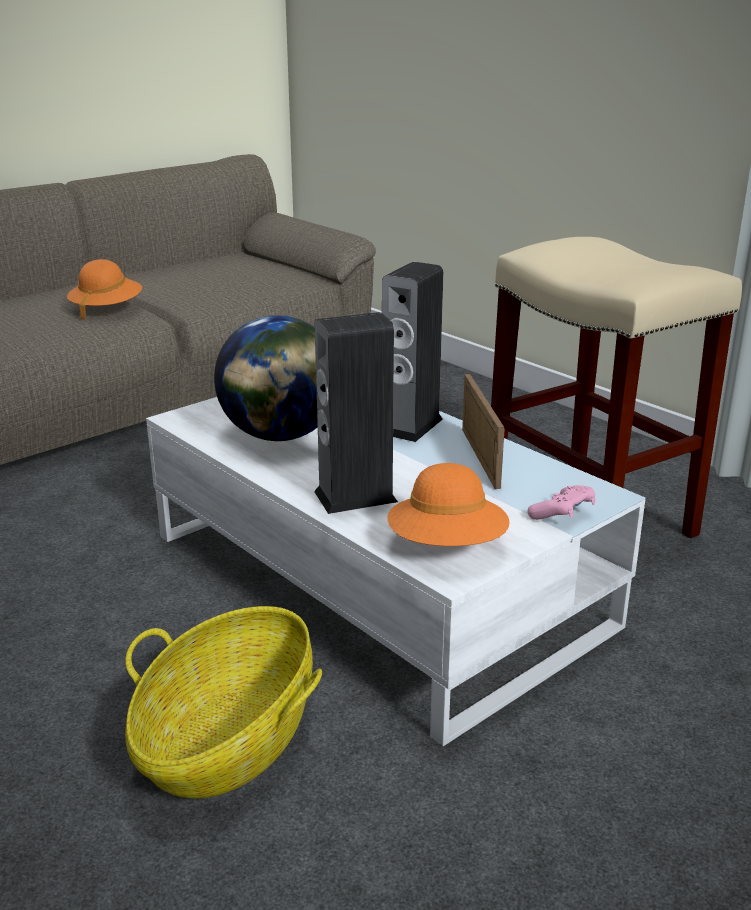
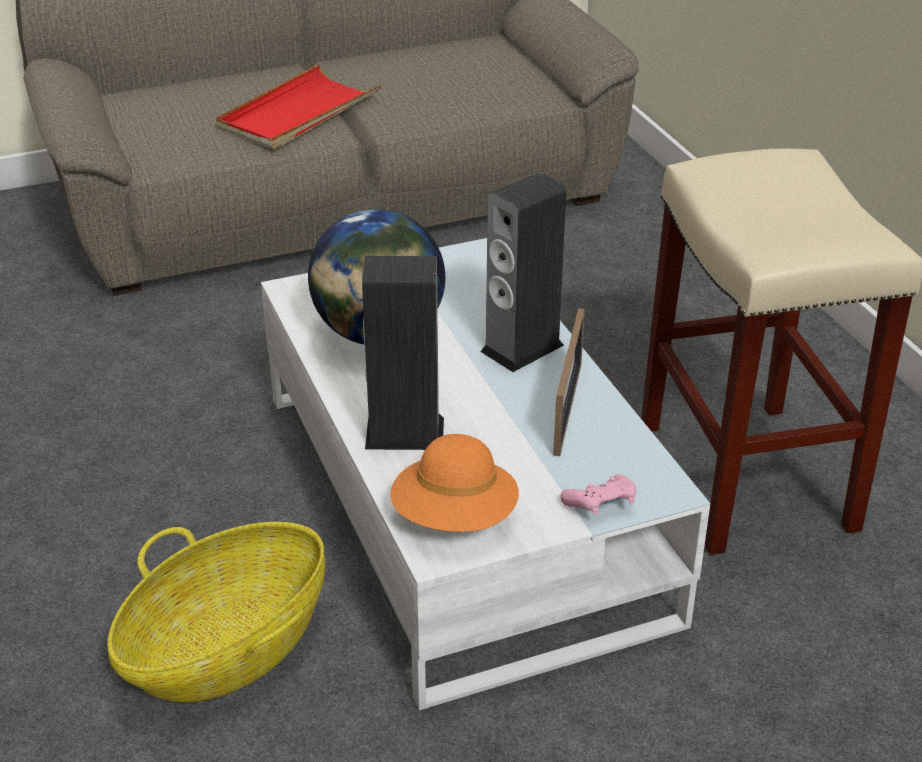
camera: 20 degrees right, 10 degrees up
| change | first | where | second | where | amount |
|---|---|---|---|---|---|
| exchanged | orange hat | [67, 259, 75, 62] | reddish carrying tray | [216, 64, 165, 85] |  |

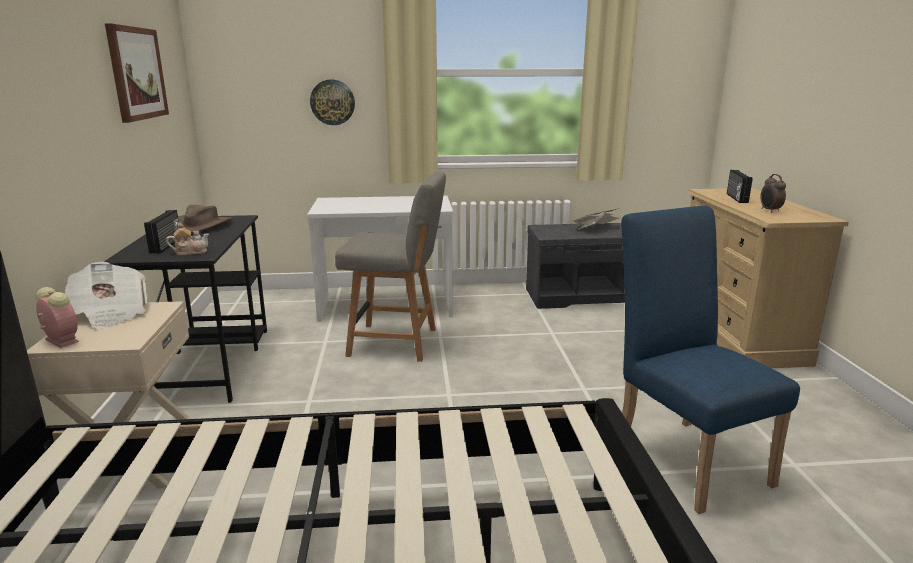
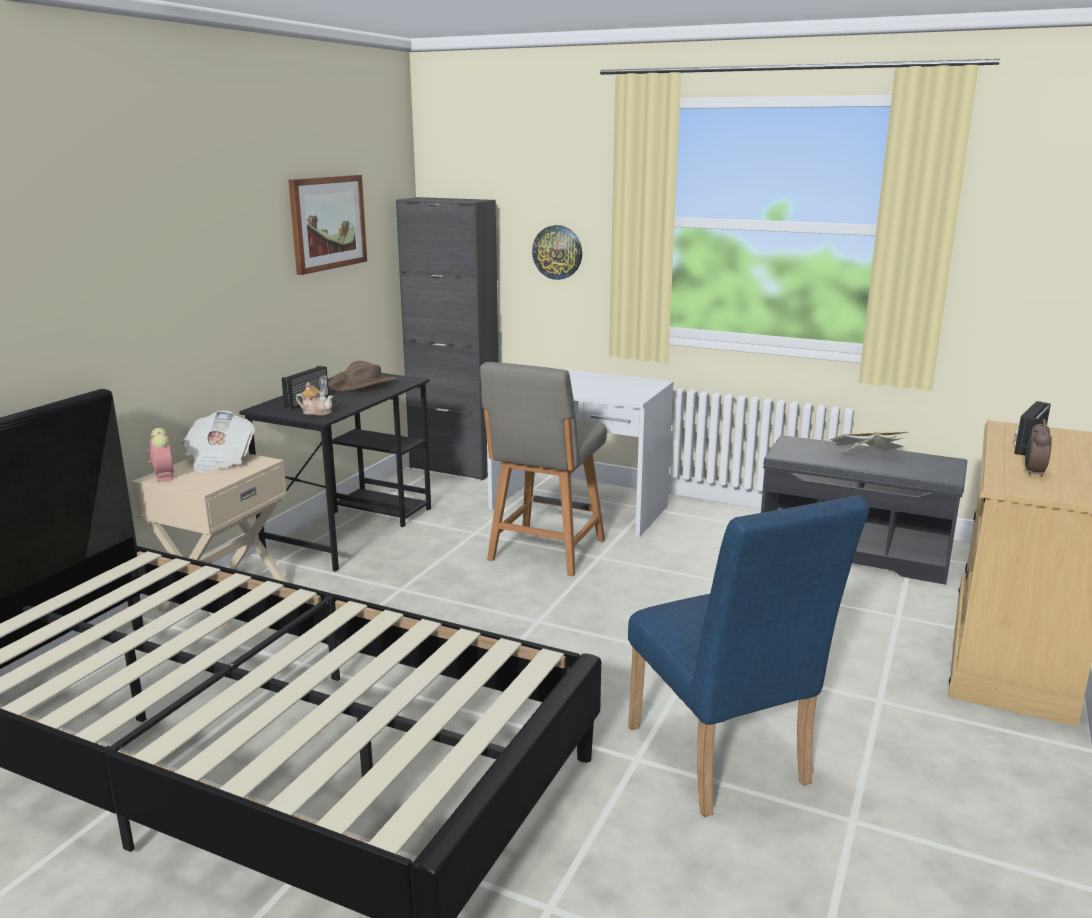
camera: 30 degrees right, 0 degrees up
| change | first | where | second | where | amount |
|---|---|---|---|---|---|
| spun | gray upright chair | [335, 172, 111, 190] |  | [480, 362, 127, 214] | 75 degrees clockwise |
| spun | bluish upright chair | [621, 205, 179, 309] |  | [628, 496, 241, 321] | 150 degrees clockwise |
| appeared |  |  | blackish cabinet | [396, 197, 102, 284] |  |

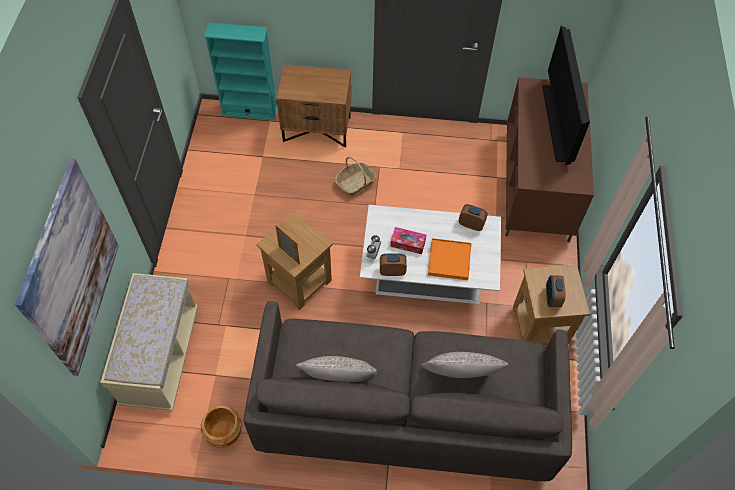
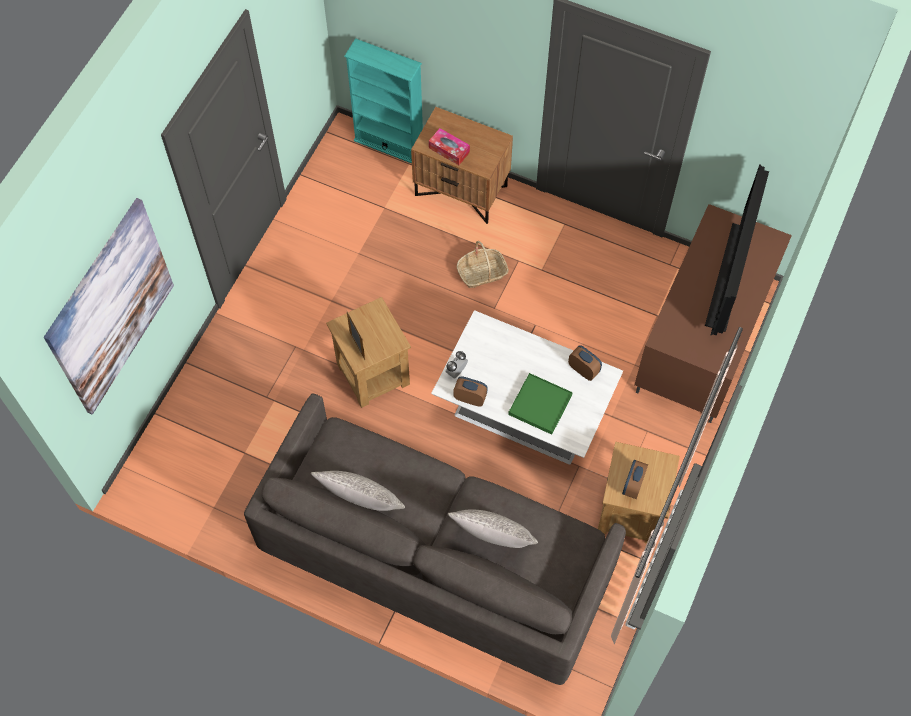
camera: 20 degrees right, 5 degrees up
| change | first | where | second | where | amount |
|---|---|---|---|---|---|
| missing | beige bench | [100, 273, 98, 138] |  |  |  |
| missing | brownish planter | [201, 406, 41, 42] |  |  |  |
| relocated | tissue box | [390, 227, 36, 27] |  | [429, 128, 41, 37] |  |
| colour | orange carrying tray | [428, 238, 43, 42] | greenish carrying tray | [508, 373, 65, 62] |  |

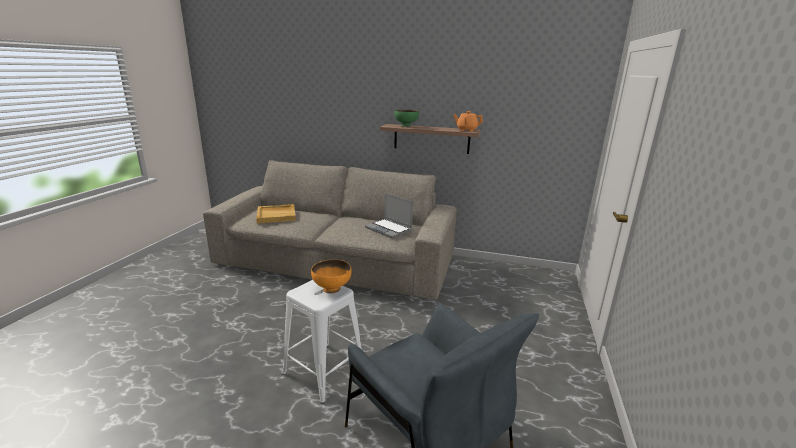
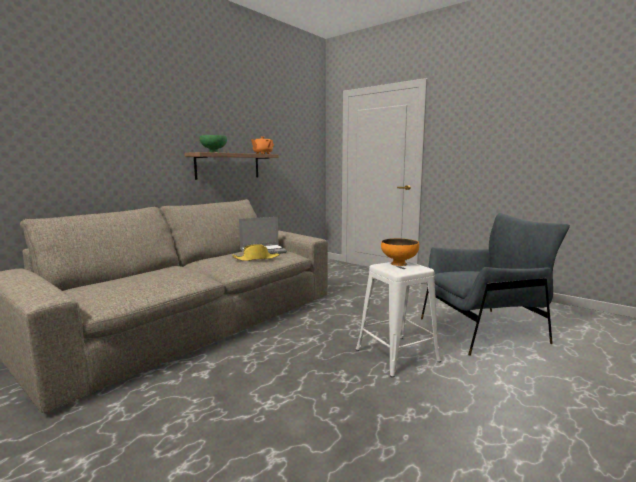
camera: 65 degrees left, 10 degrees down
| change | first | where | second | where | amount |
|---|---|---|---|---|---|
| missing | beige carrying tray | [256, 204, 40, 19] |  |  |  |
| appeared |  |  | yellow hat | [232, 244, 48, 17] |  |

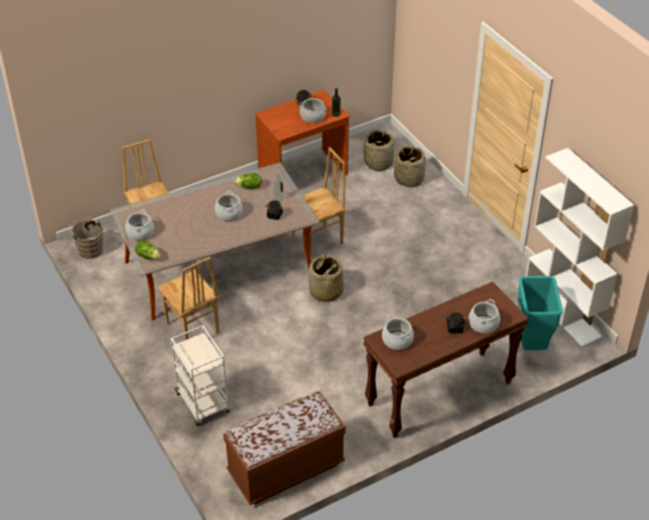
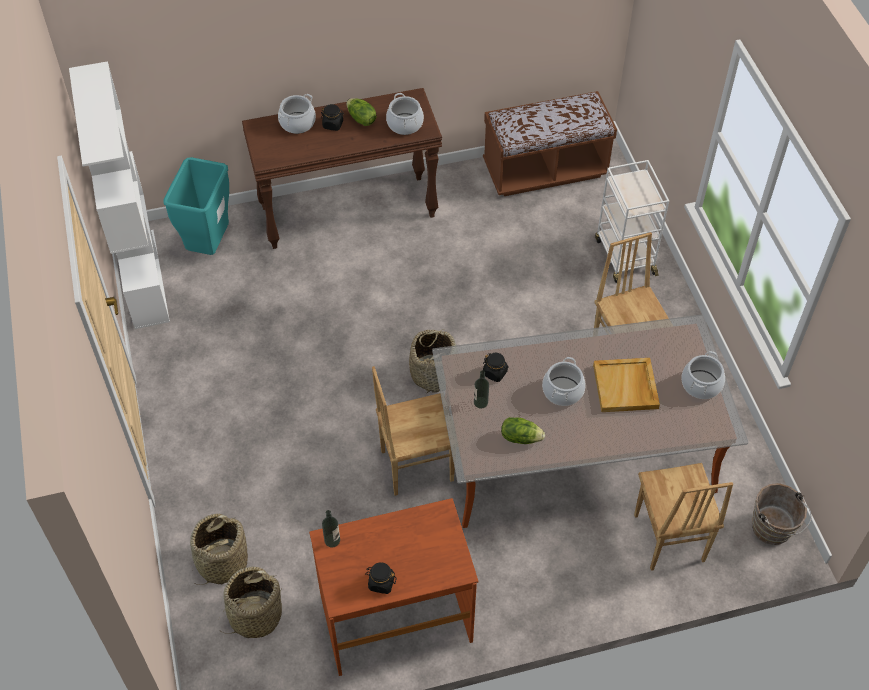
camera: 165 degrees left, 10 degrees up
| change | first | where | second | where | amount |
|---|---|---|---|---|---|
| relocated | head of lettuce | [135, 240, 26, 20] |  | [346, 98, 30, 28] |  |
| missing | cooking pot | [299, 98, 28, 25] |  |  |  |
| appeared |  |  | beige carrying tray | [593, 358, 67, 54] |  |

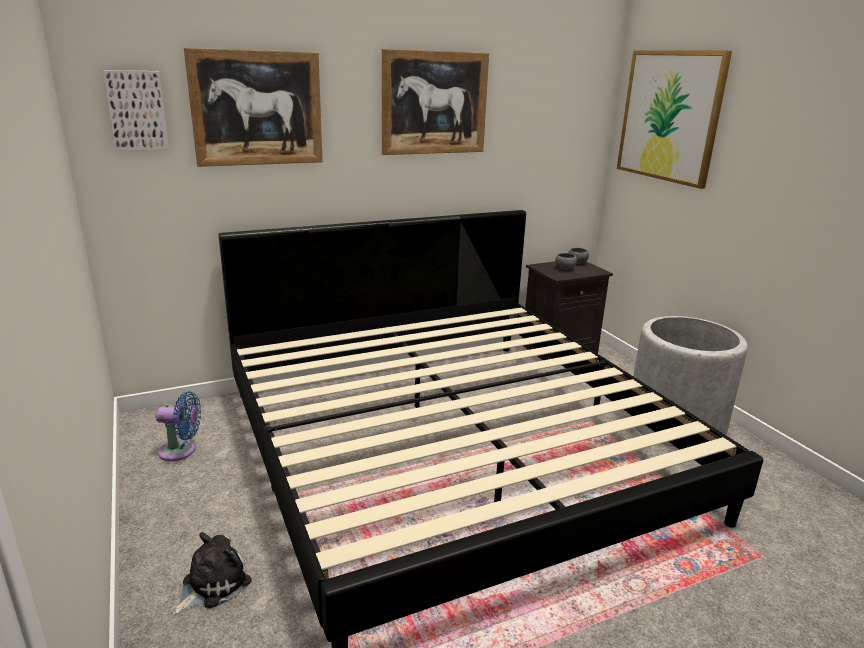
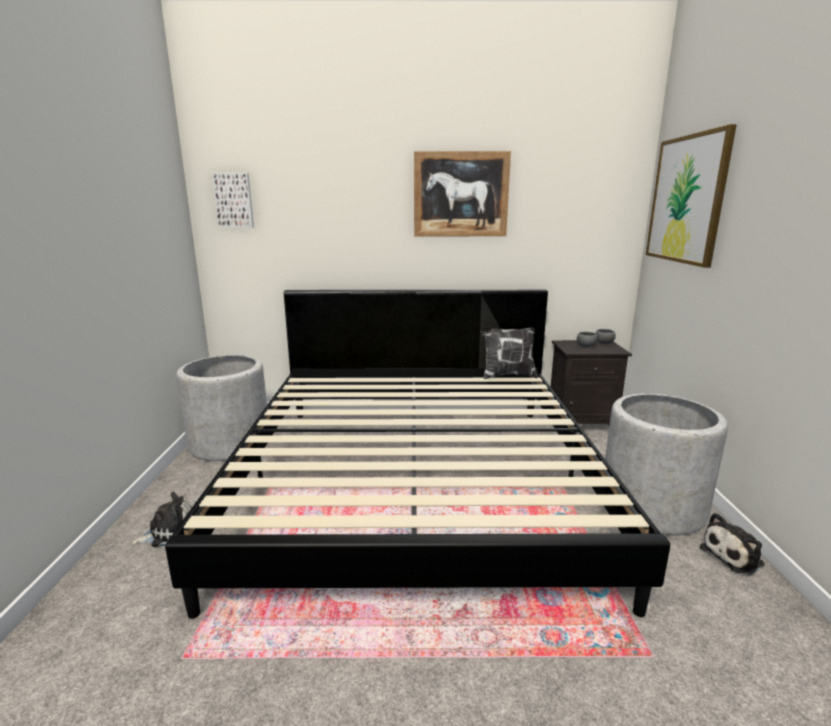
camera: 25 degrees right, 5 degrees down
| change | first | where | second | where | amount |
|---|---|---|---|---|---|
| exchanged | bluish fan | [156, 391, 45, 70] | gray planter | [176, 355, 91, 106] |  |
| missing | wall art | [184, 48, 139, 119] |  |  |  |
| appeared |  |  | cushion | [480, 327, 58, 52] |  |
| appeared |  |  | soft toy | [700, 513, 64, 62] |  |

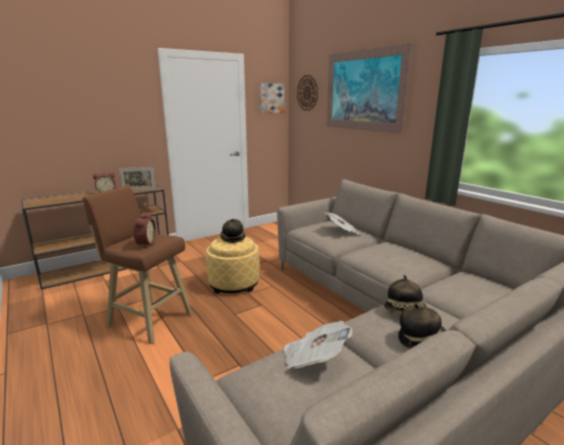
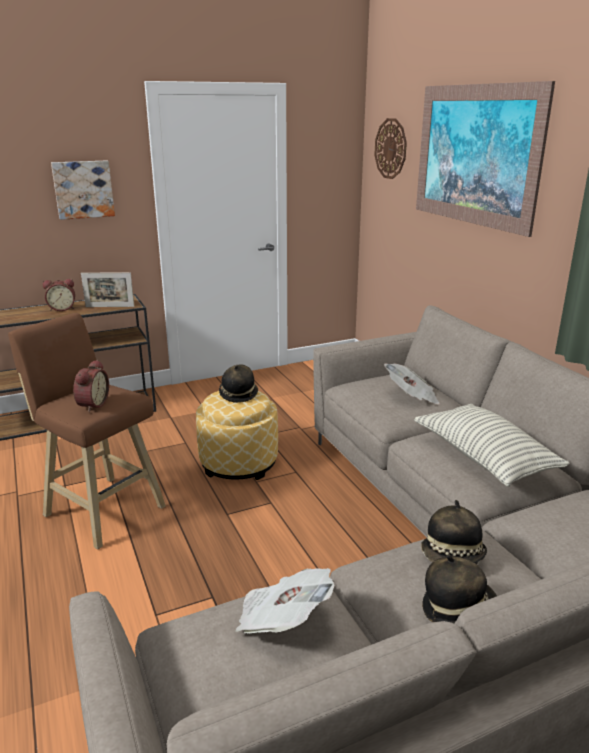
camera: 10 degrees right, 5 degrees up
| change | first | where | second | where | amount |
|---|---|---|---|---|---|
| relocated | wall art | [259, 83, 26, 30] |  | [51, 161, 64, 59] |  |
| appeared |  |  | cushion | [414, 404, 155, 83] |  |

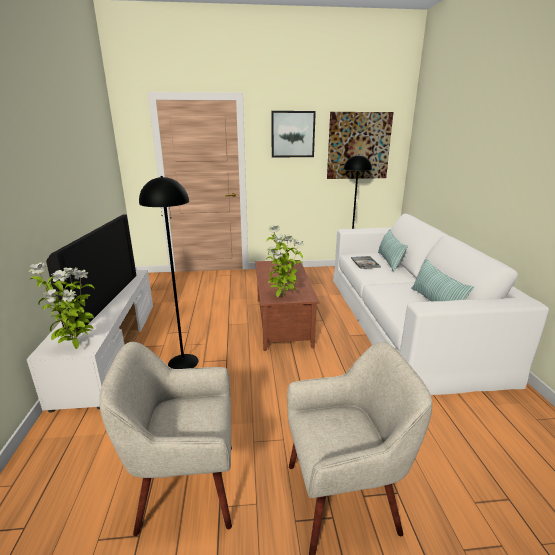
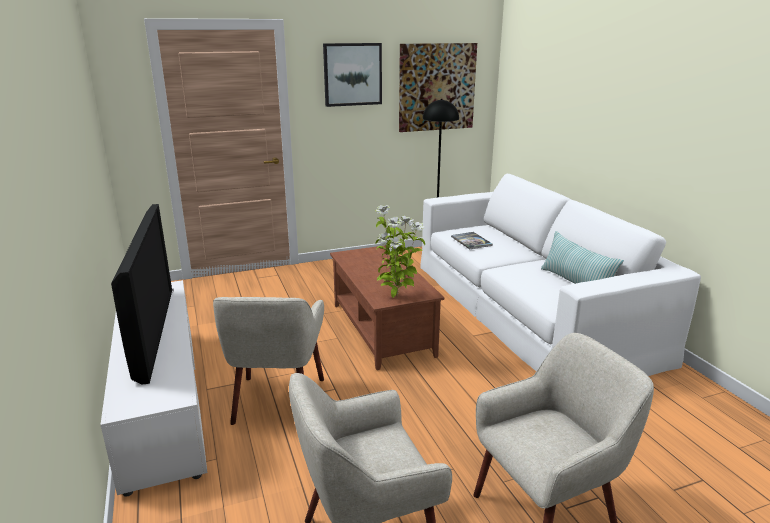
camera: 15 degrees left, 0 degrees up
| change | first | where | second | where | amount |
|---|---|---|---|---|---|
| missing | potted plant | [29, 262, 66, 87] |  |  |  |
| exchanged | blackish standard lamp | [139, 176, 59, 193] | beige armchair | [213, 297, 111, 128] |  |
| missing | cushion | [378, 229, 30, 43] |  |  |  |

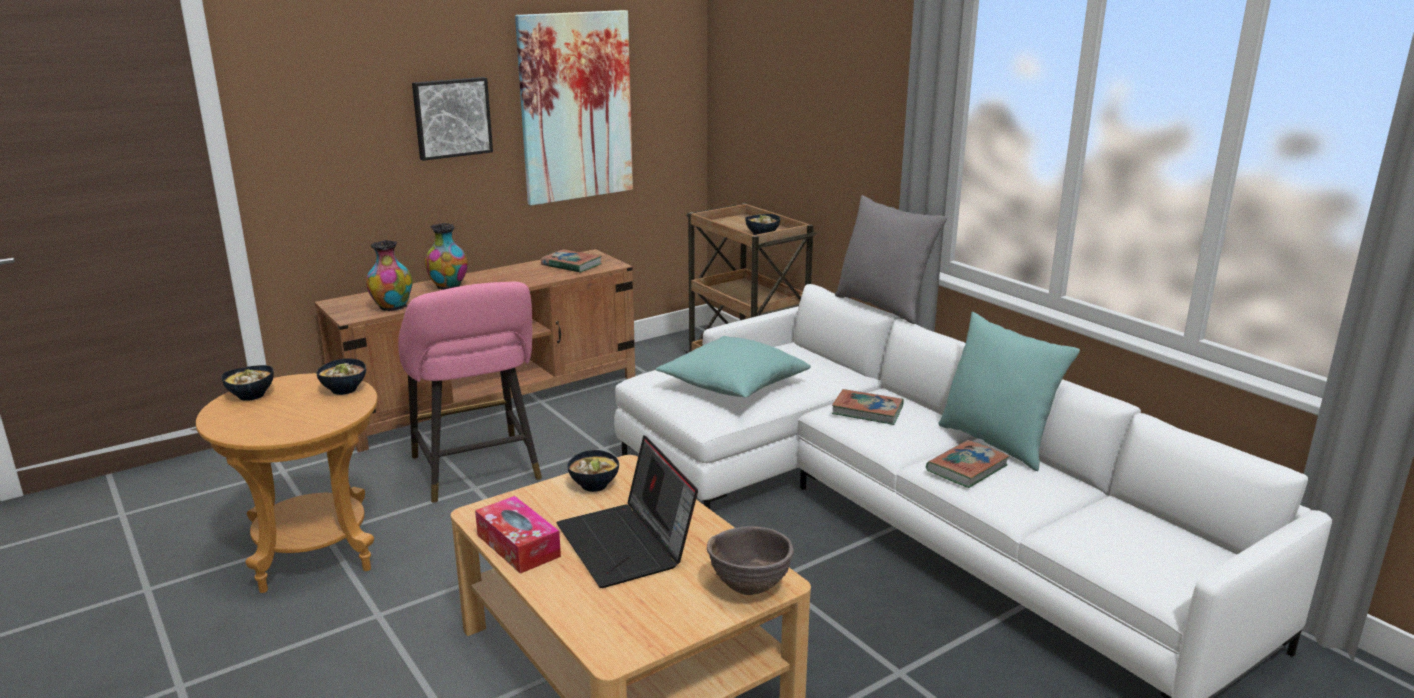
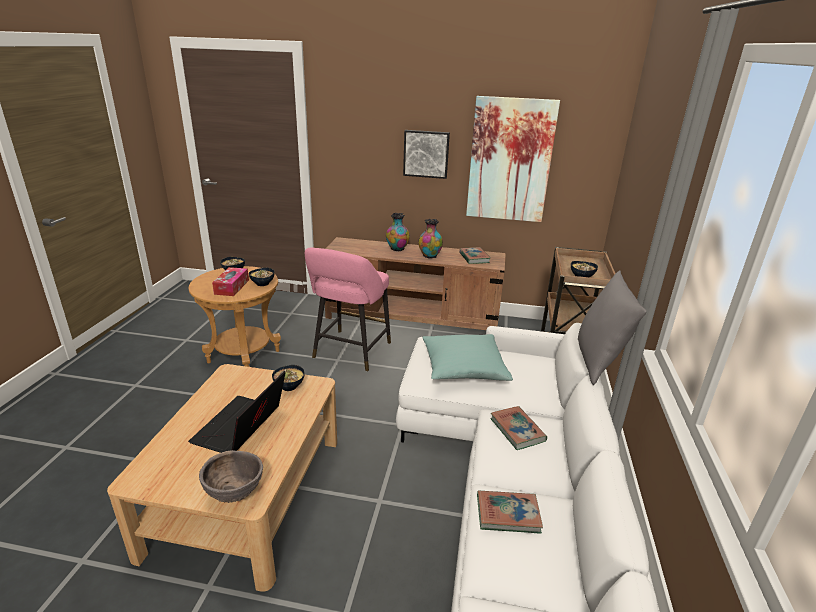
camera: 45 degrees right, 5 degrees up
| change | first | where | second | where | amount |
|---|---|---|---|---|---|
| relocated | vase | [366, 240, 46, 71] |  | [418, 219, 25, 40] |  |
| relocated | tissue box | [475, 496, 86, 78] |  | [212, 267, 37, 29] |  |
| missing | blue-green cushion | [938, 312, 142, 159] |  |  |  |

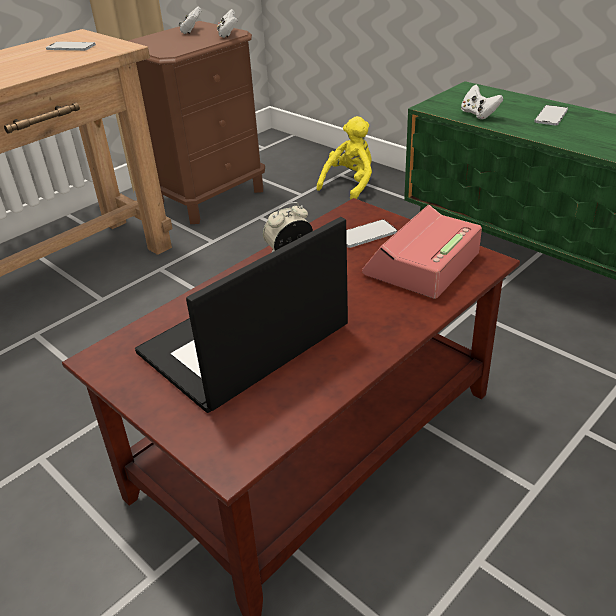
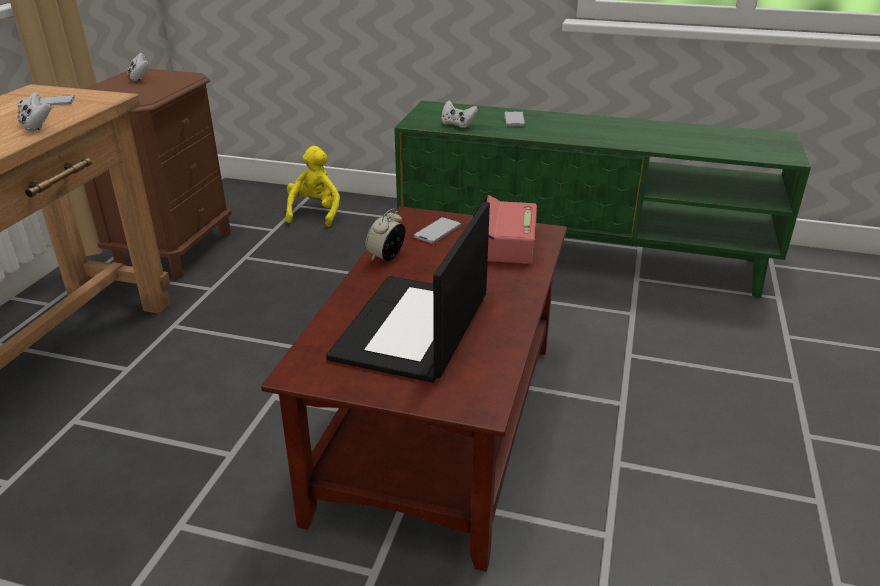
camera: 30 degrees left, 5 degrees down
| change | first | where | second | where | amount |
|---|---|---|---|---|---|
| relocated | white-coloured joypad | [217, 9, 21, 29] |  | [17, 92, 35, 39] |  |

